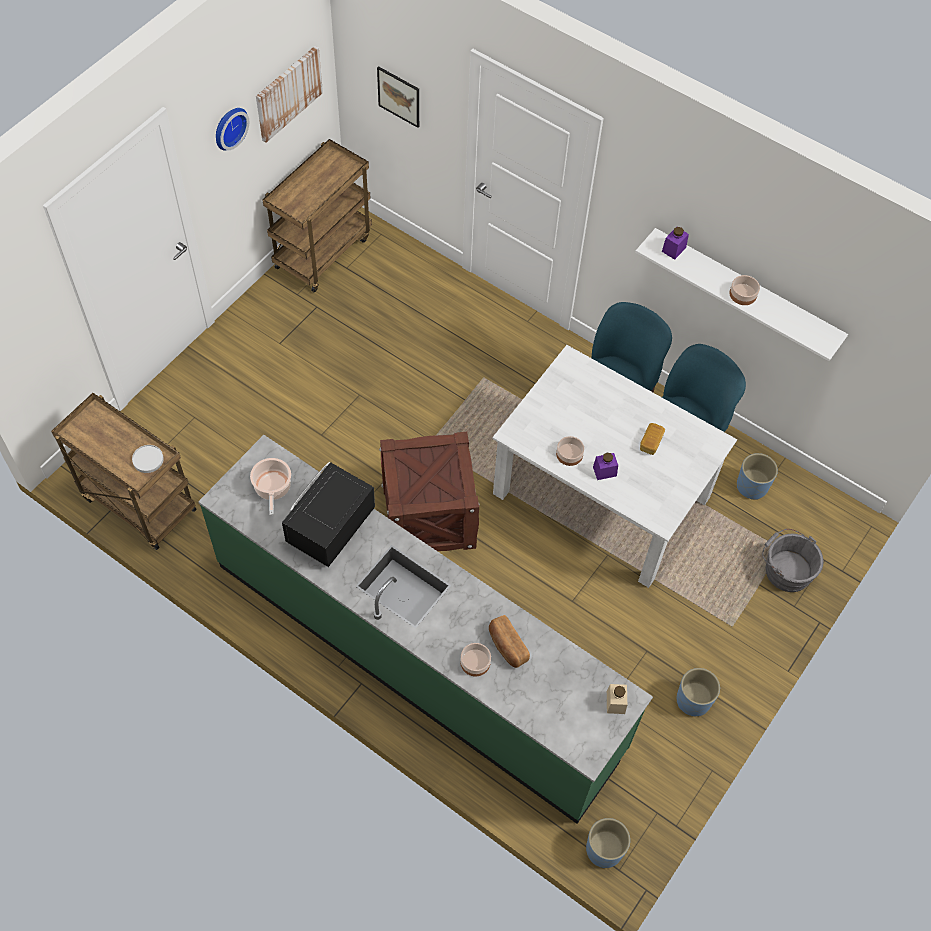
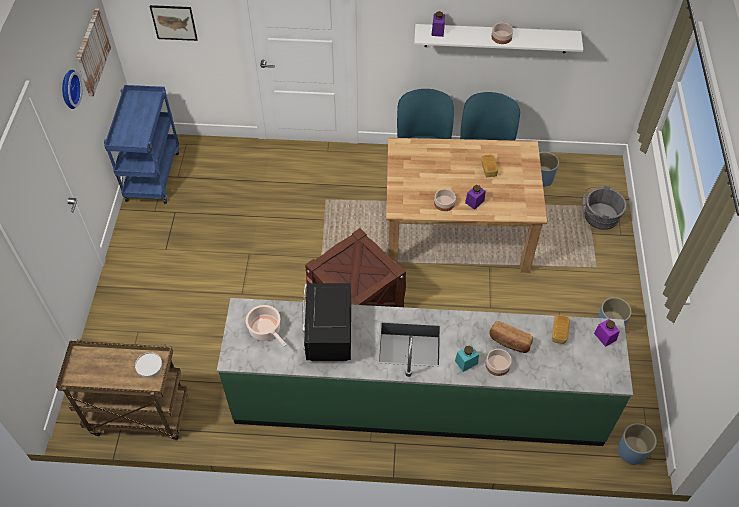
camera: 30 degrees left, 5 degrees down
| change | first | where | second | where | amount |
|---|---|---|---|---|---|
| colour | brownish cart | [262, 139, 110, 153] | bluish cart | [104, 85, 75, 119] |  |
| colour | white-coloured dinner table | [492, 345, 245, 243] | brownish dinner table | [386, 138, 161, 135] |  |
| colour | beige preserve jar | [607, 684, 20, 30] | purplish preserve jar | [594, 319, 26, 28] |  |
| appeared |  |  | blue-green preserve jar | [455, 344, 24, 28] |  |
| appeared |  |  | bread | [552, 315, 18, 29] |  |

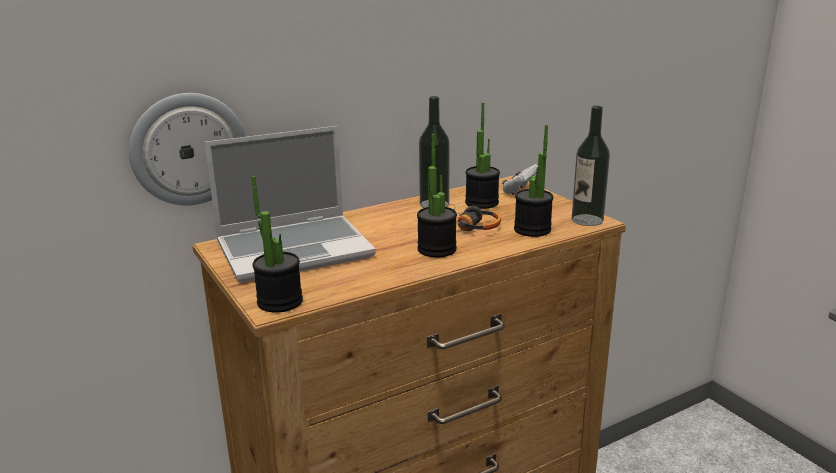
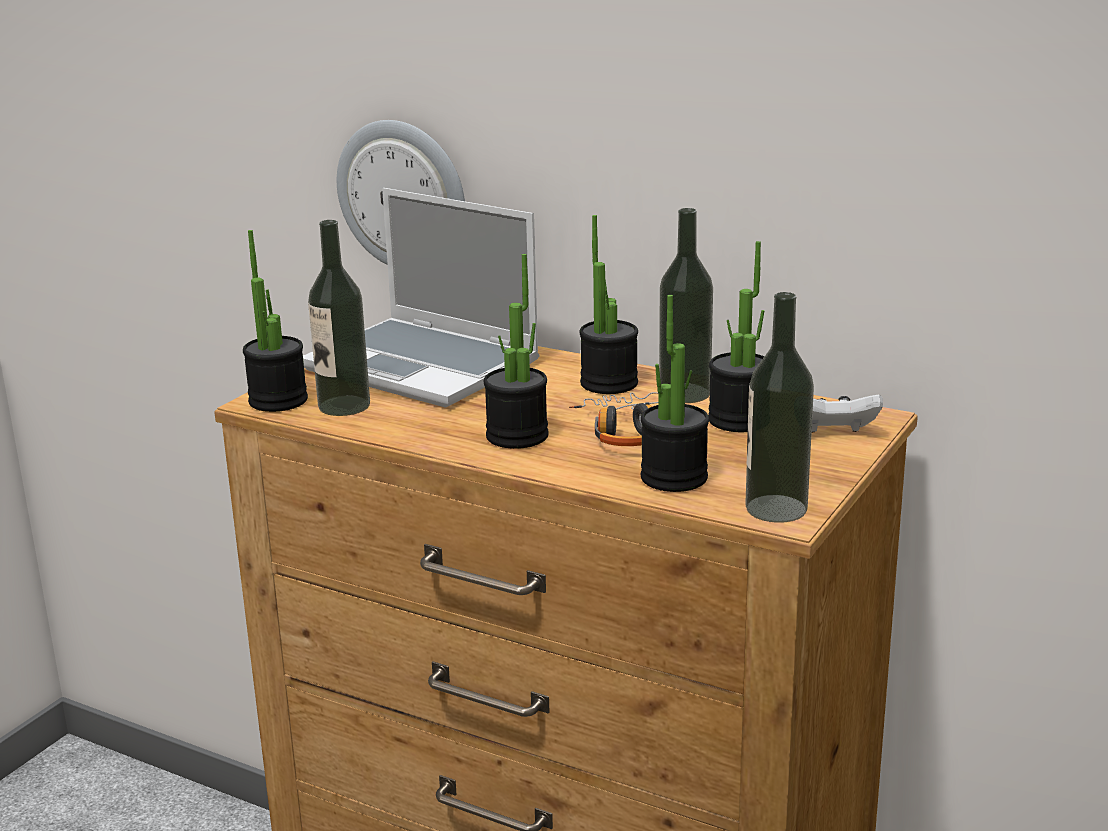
camera: 60 degrees right, 0 degrees up
| change | first | where | second | where | amount |
|---|---|---|---|---|---|
| appeared |  |  | drink bottle | [308, 220, 62, 196] |  |
| appeared |  |  | potted plant | [580, 215, 58, 179] |  |

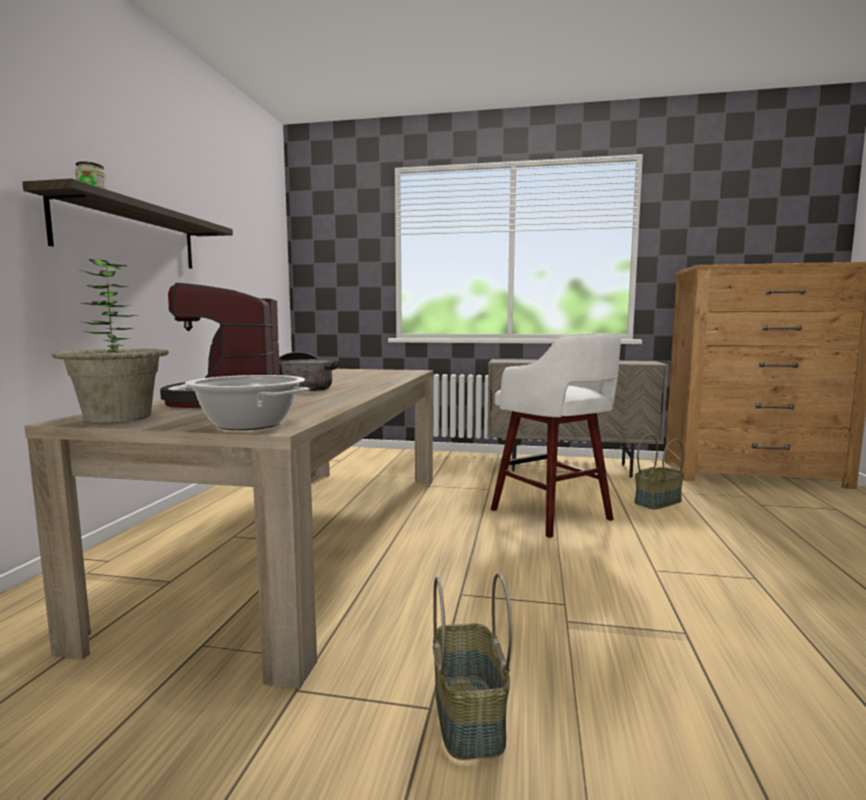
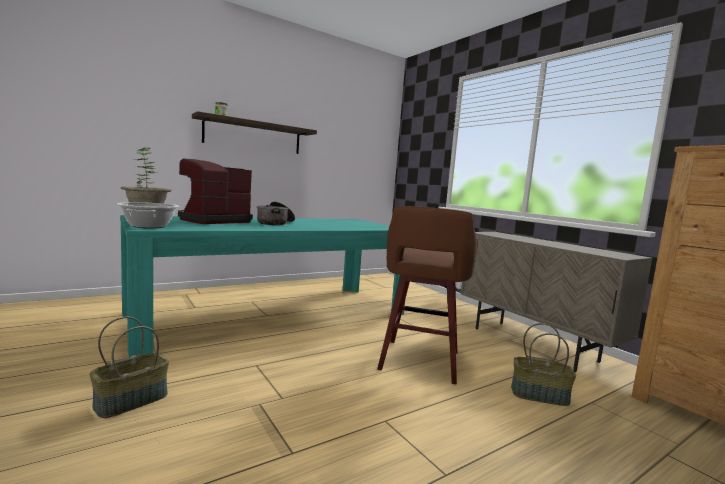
camera: 45 degrees right, 0 degrees up
| change | first | where | second | where | amount |
|---|---|---|---|---|---|
| colour | beige dinner table | [24, 369, 409, 320] | blue-green dinner table | [120, 215, 288, 142] |  |
| colour | white-coloured sitting stool | [491, 333, 130, 205] | brownish sitting stool | [377, 206, 101, 178] |  |

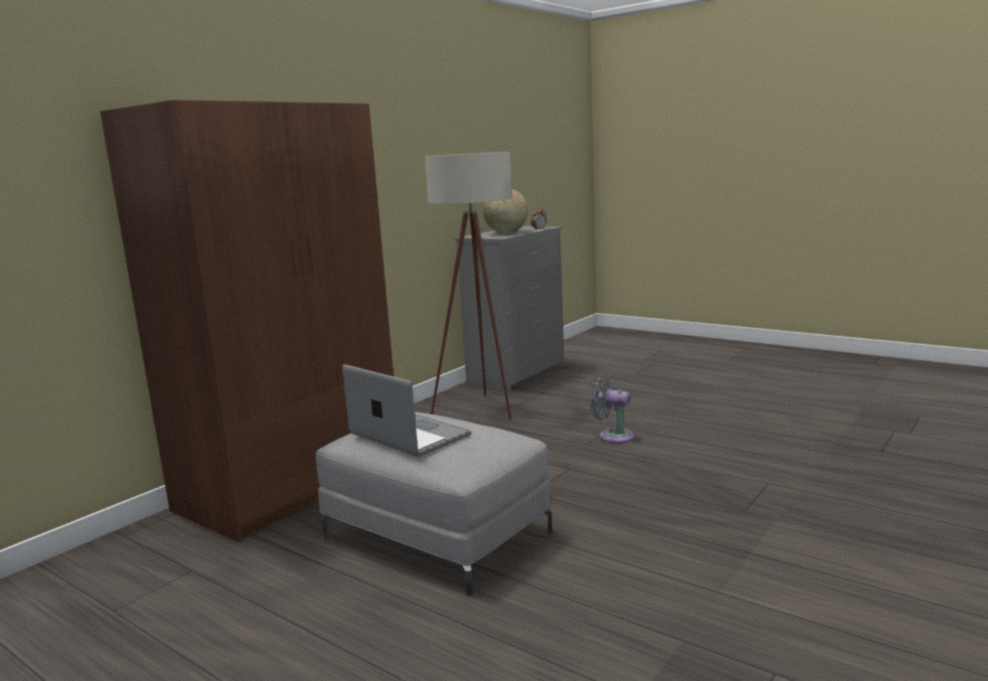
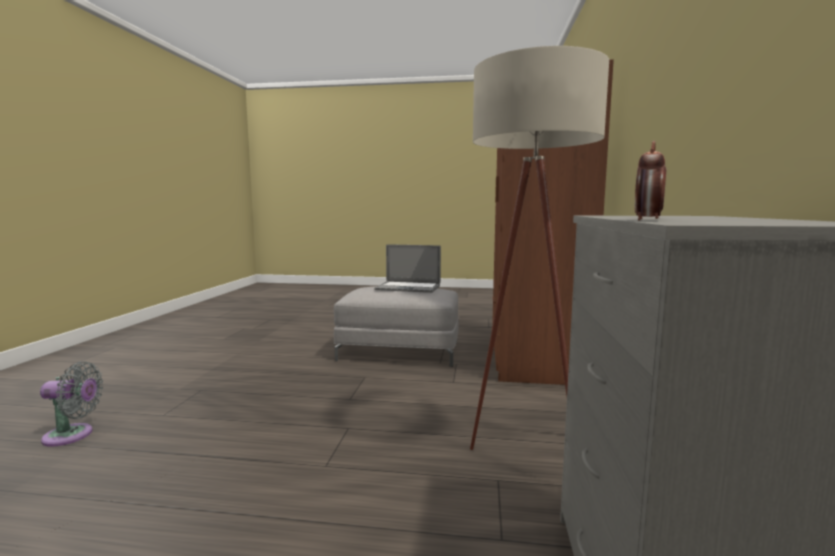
camera: 150 degrees right, 5 degrees down
| change | first | where | second | where | amount |
|---|---|---|---|---|---|
| missing | globe | [483, 189, 45, 45] |  |  |  |
| relocated | gray fan | [589, 374, 45, 70] |  | [40, 362, 63, 85] |  |

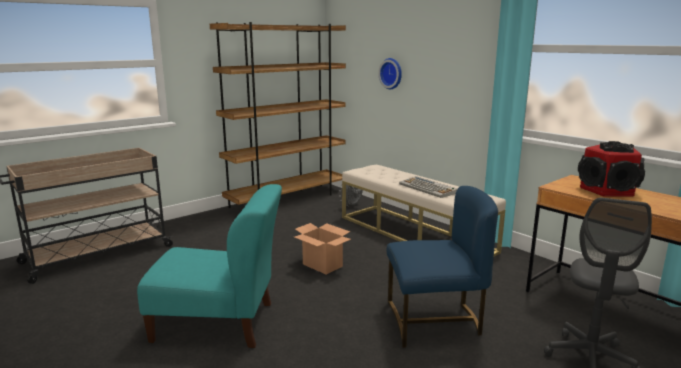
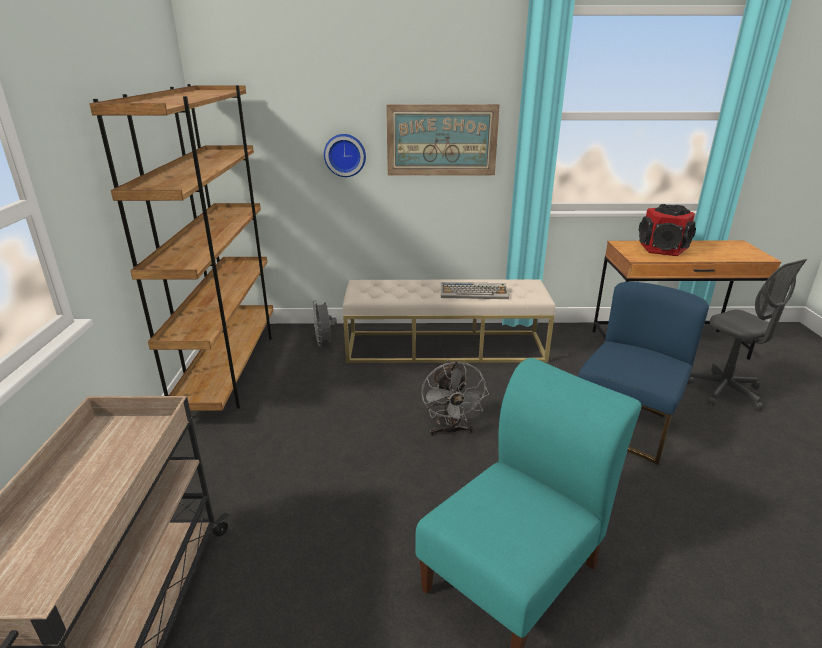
camera: 50 degrees left, 10 degrees up
| change | first | where | second | where | amount |
|---|---|---|---|---|---|
| exchanged | cardboard box | [294, 223, 57, 51] | gray fan | [421, 360, 68, 76] |  |
| appeared |  |  | wall art | [386, 104, 114, 72] |  |

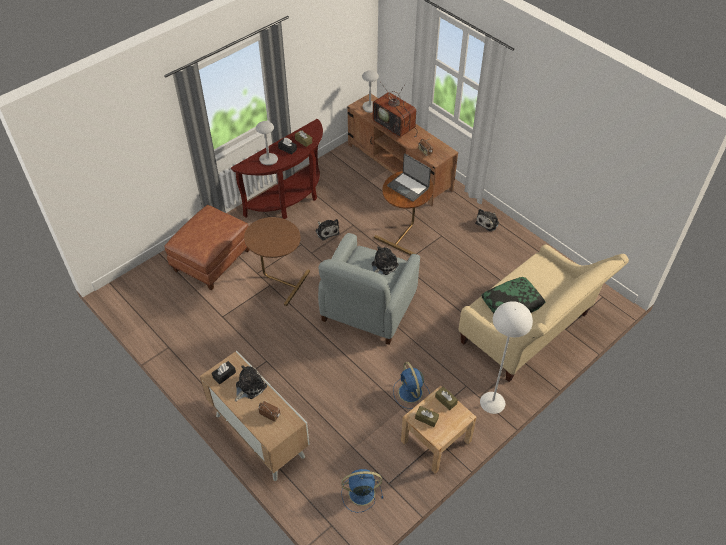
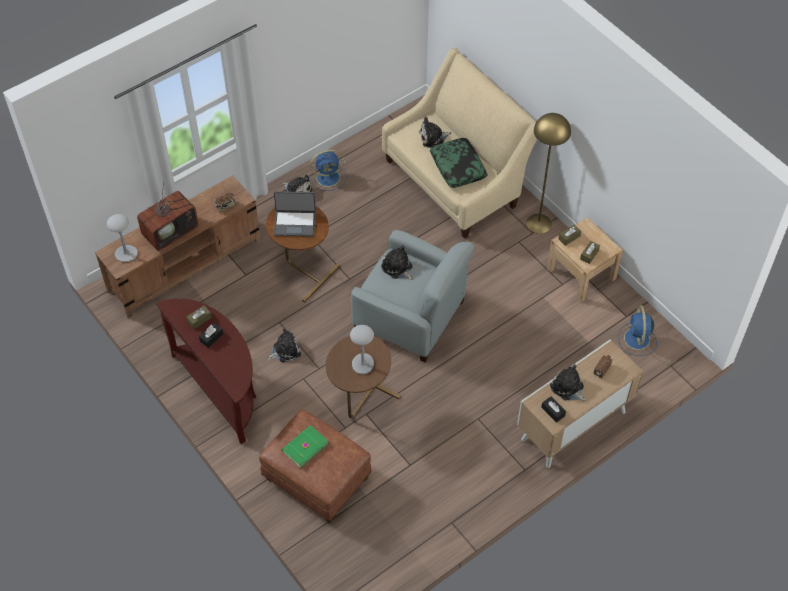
camera: 85 degrees left, 5 degrees up
| change | first | where | second | where | amount |
|---|---|---|---|---|---|
| relocated | gray tabletop lamp | [256, 121, 22, 44] |  | [350, 325, 24, 50] |  |
| spun | notebook computer | [387, 153, 44, 49] |  | [274, 191, 42, 45] | 45 degrees clockwise |
| relocated | bluish fan | [393, 362, 37, 47] |  | [309, 150, 38, 41] |  |
| colour | white-coloured standard lamp | [480, 301, 53, 113] | yellow standard lamp | [526, 113, 45, 121] |  |
| appeared |  |  | greenish book | [282, 425, 47, 43] |  |
| appeared |  |  | soft toy | [419, 117, 32, 31] |  |

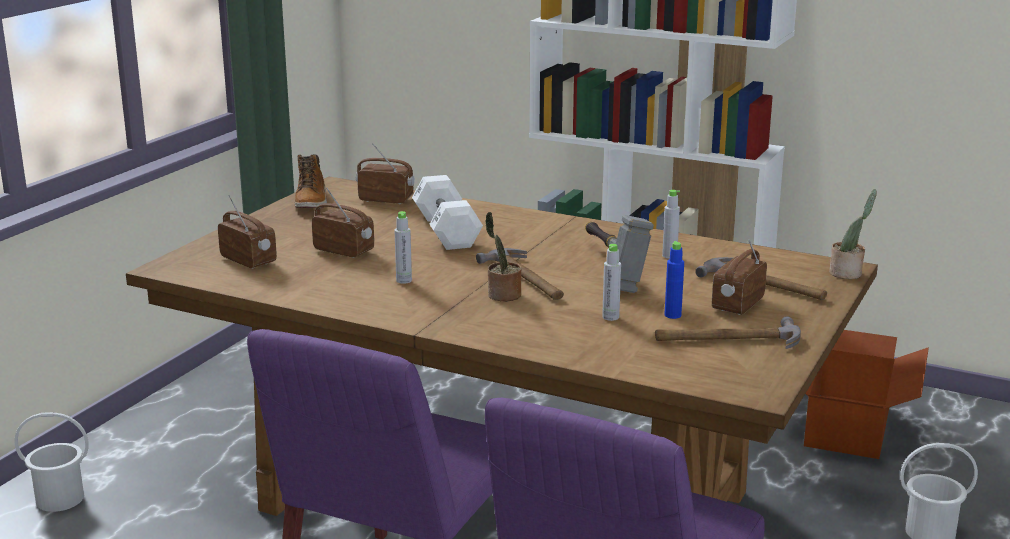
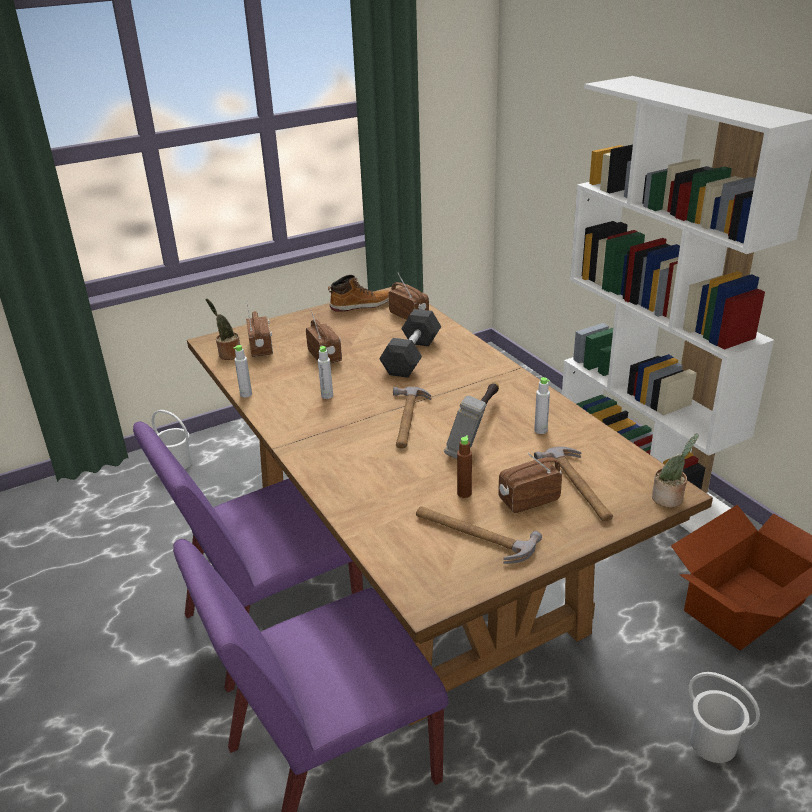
camera: 35 degrees right, 10 degrees up
| change | first | where | second | where | amount |
|---|---|---|---|---|---|
| spun | high-top boot | [295, 154, 32, 54] |  | [328, 275, 61, 37] | 135 degrees counterclockwise |
| colour | white-coloured hand weight | [412, 175, 71, 75] | blackish hand weight | [379, 309, 62, 69] |  |
| relocated | potted plant | [485, 212, 37, 89] |  | [206, 298, 34, 62] |  |
| relocated | gray drink bottle | [602, 244, 19, 77] |  | [233, 345, 19, 53] |  |
| colour | bluish drink bottle | [665, 241, 19, 78] | brownish drink bottle | [457, 435, 15, 63] |  |

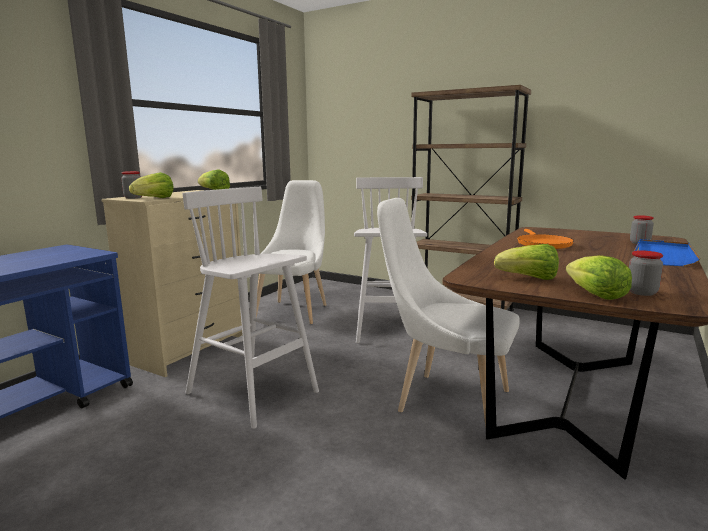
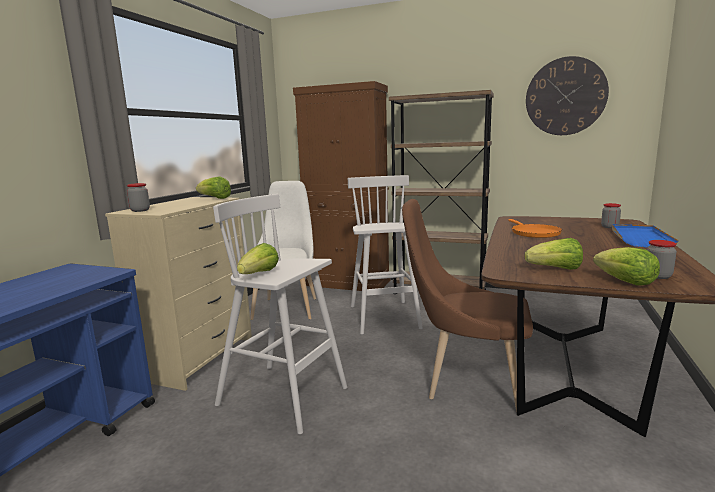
camera: 10 degrees left, 0 degrees up
| change | first | where | second | where | amount |
|---|---|---|---|---|---|
| relocated | head of lettuce | [129, 172, 45, 26] |  | [237, 243, 42, 31] |  |
| colour | white-coloured upright chair | [377, 198, 143, 229] | brownish upright chair | [402, 199, 131, 213] |  |
| appeared |  |  | brownish cabinet | [293, 81, 97, 210] |  |
| appeared |  |  | wall clock | [526, 56, 83, 79] |  |

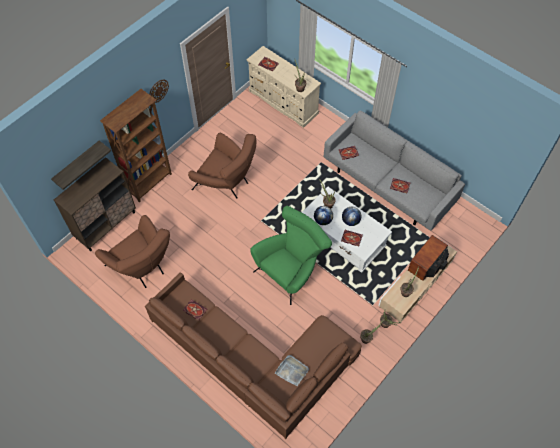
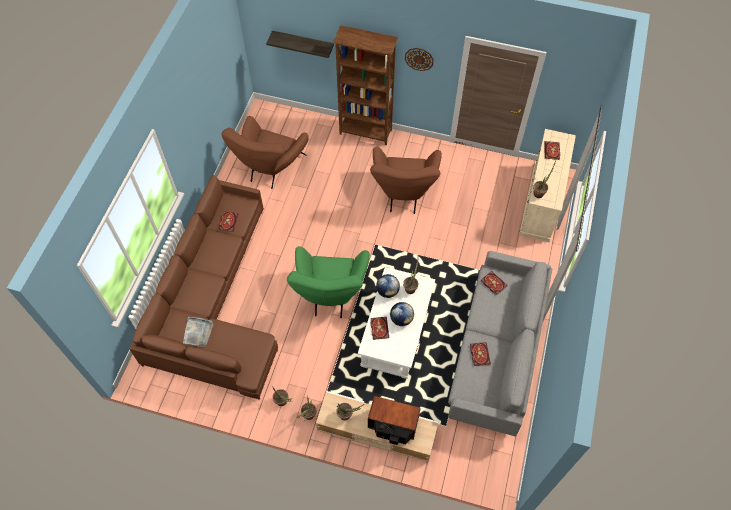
camera: 65 degrees right, 0 degrees up
| change | first | where | second | where | amount |
|---|---|---|---|---|---|
| missing | brownish cabinet | [54, 157, 82, 94] |  |  |  |
| spun | greenish armchair | [250, 206, 82, 99] |  | [287, 246, 83, 72] | 75 degrees clockwise |

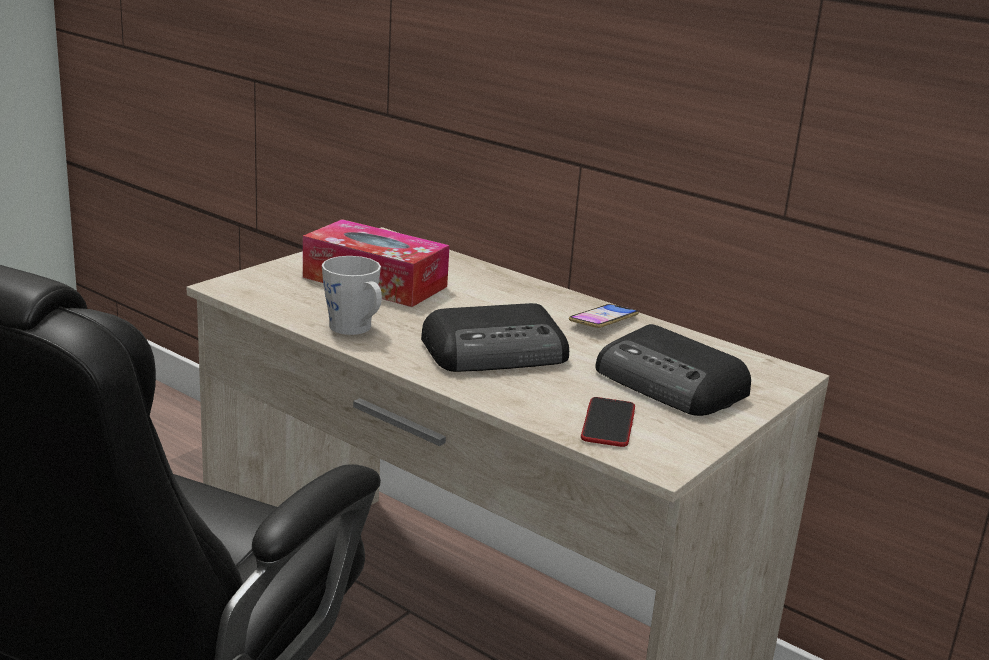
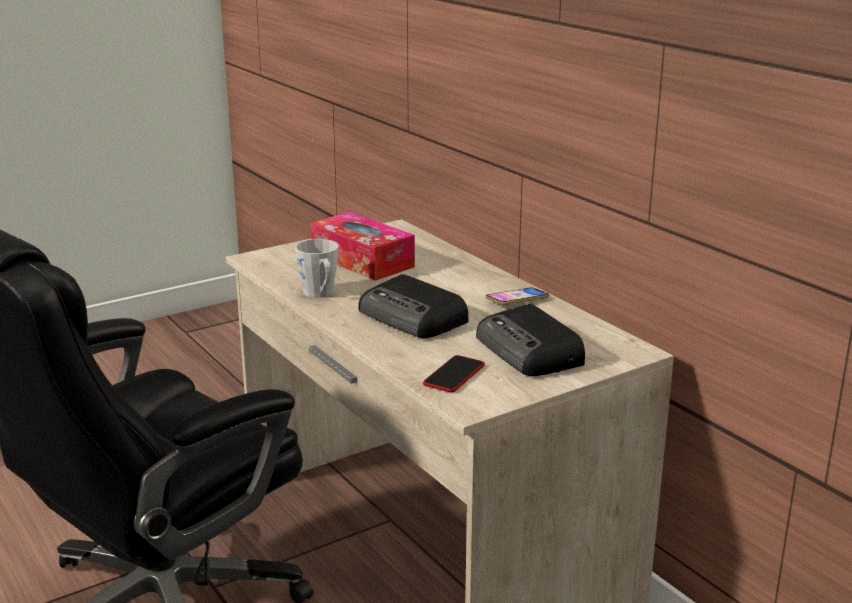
camera: 20 degrees right, 0 degrees up
| change | first | where | second | where | amount |
|---|---|---|---|---|---|
| spun | radio receiver | [421, 303, 148, 69] |  | [358, 274, 110, 64] | 45 degrees clockwise |

